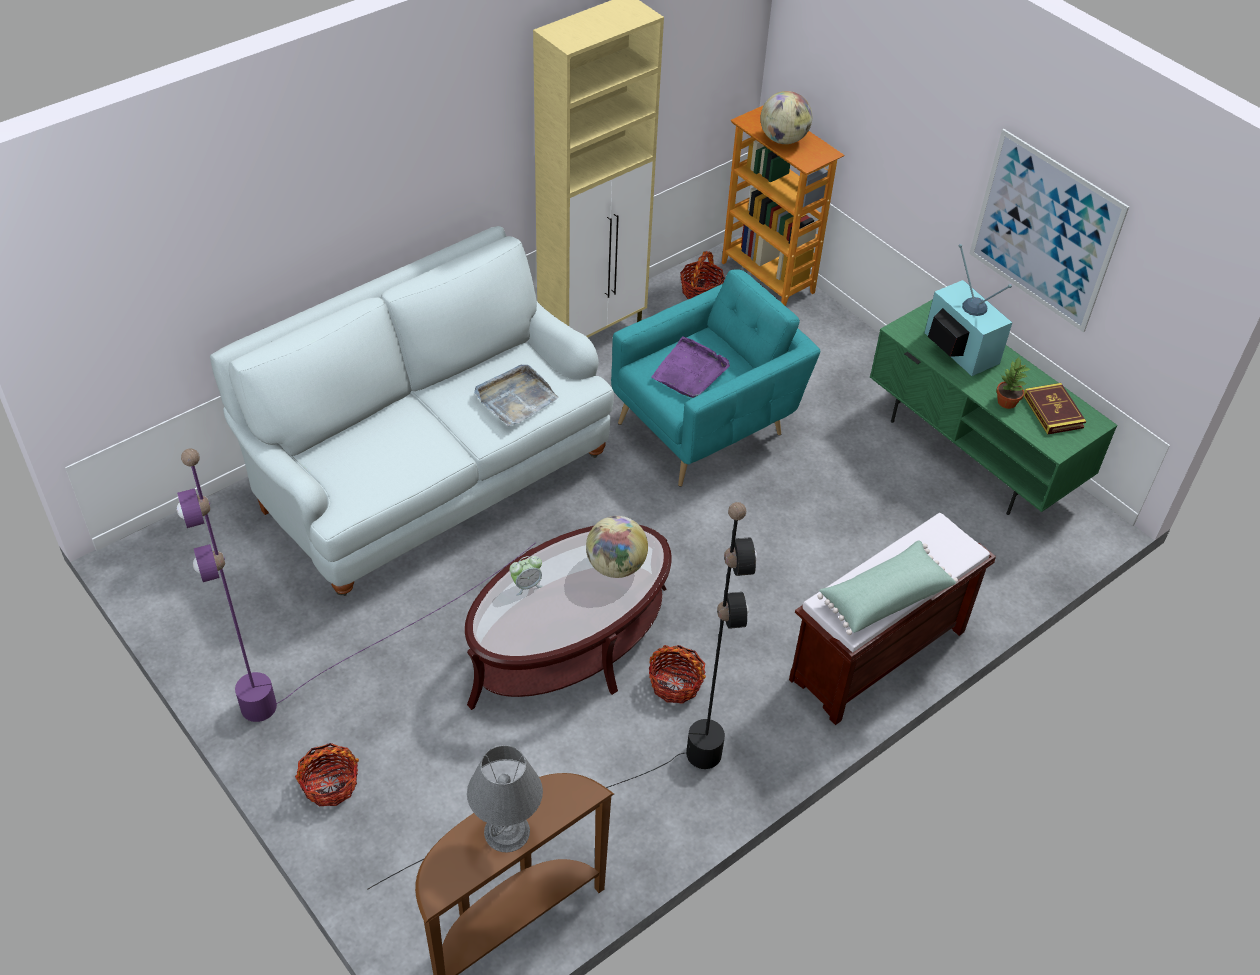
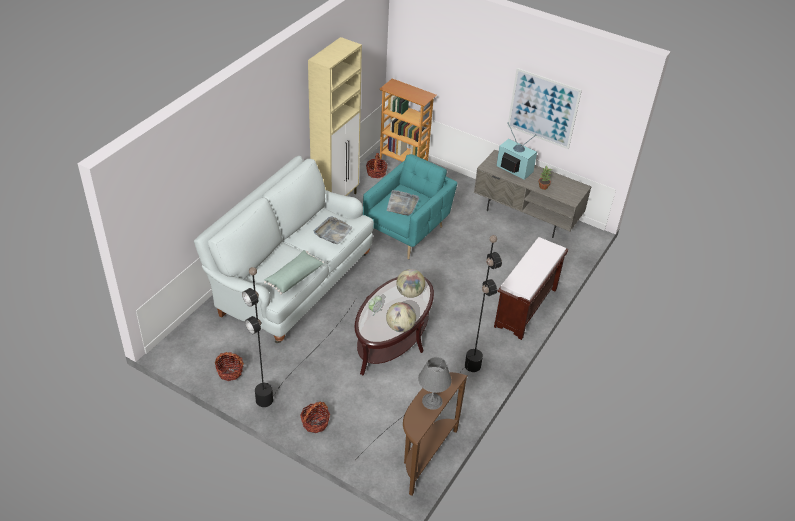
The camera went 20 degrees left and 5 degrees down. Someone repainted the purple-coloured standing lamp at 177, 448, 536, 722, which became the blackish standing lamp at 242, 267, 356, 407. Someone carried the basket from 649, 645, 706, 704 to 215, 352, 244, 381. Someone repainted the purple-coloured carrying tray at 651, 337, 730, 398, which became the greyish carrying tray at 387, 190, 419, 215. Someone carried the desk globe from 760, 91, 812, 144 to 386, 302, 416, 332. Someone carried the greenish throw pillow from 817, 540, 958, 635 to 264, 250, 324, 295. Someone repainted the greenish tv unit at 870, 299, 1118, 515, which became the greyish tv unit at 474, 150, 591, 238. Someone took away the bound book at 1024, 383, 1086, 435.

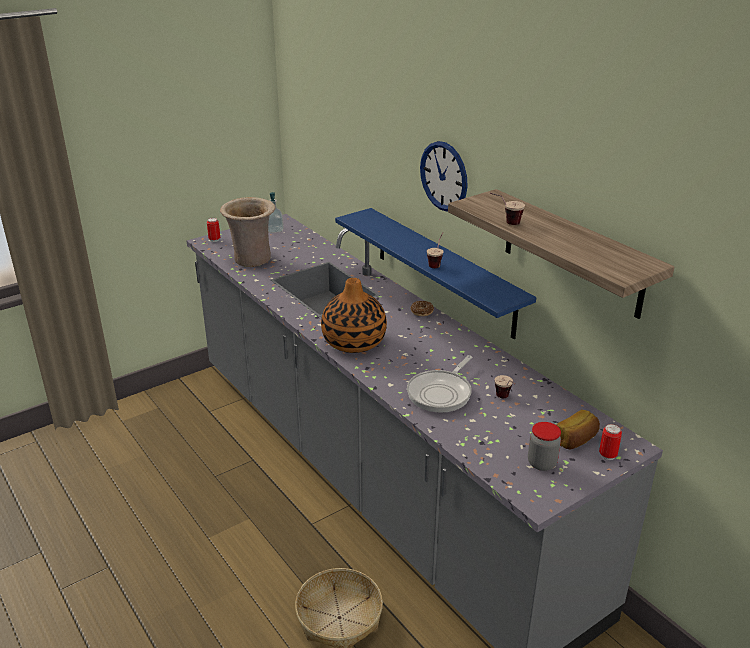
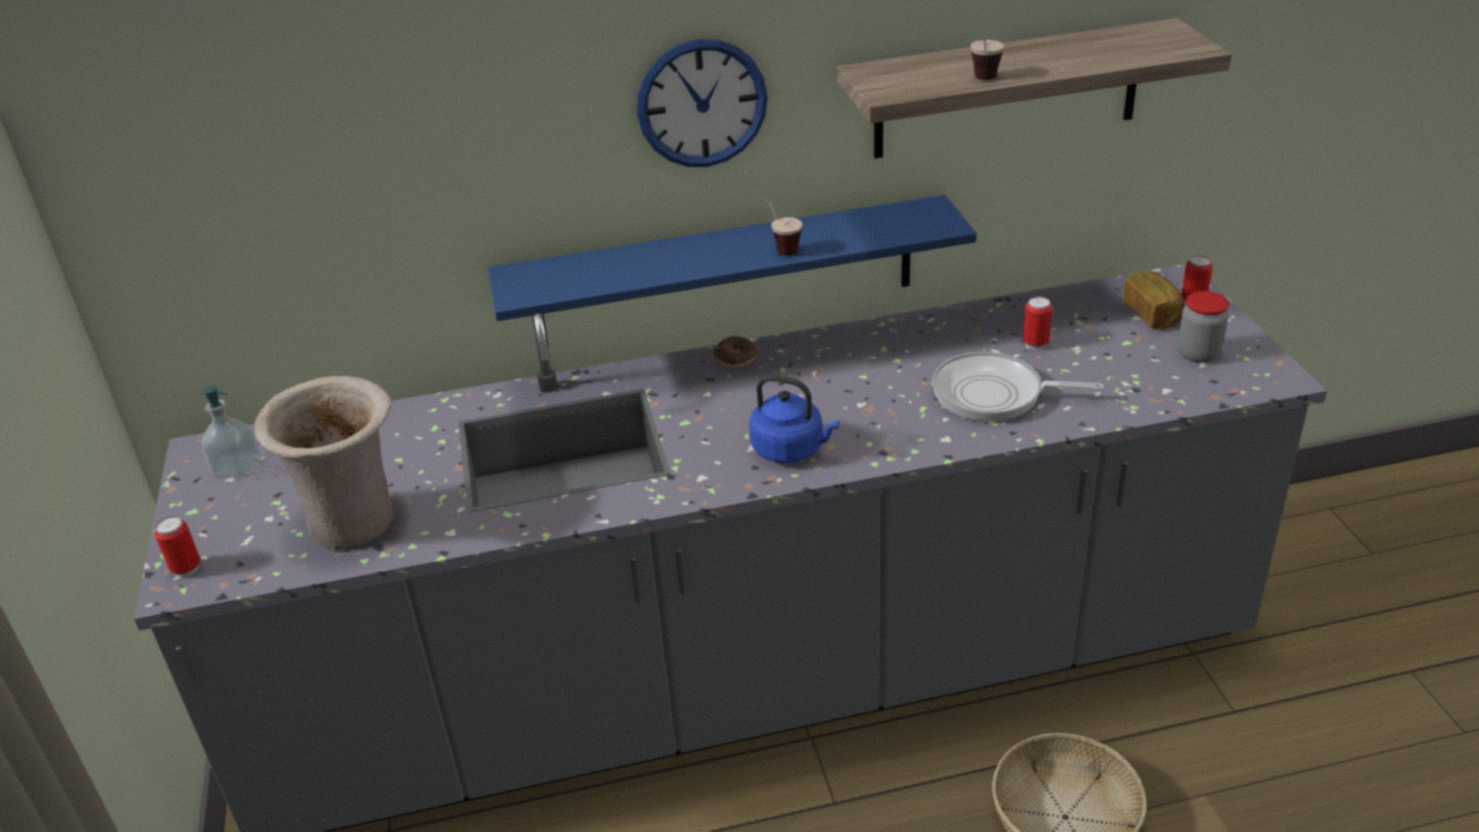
The camera went 65 degrees left and 5 degrees up. Someone swapped the flower vase at 321, 278, 387, 353 for the blue tea kettle at 749, 375, 839, 463. Someone rotated the pan at 407, 355, 472, 413 by 135 degrees clockwise. Someone swapped the drinking cup at 495, 375, 515, 398 for the metal can at 1023, 297, 1053, 349.

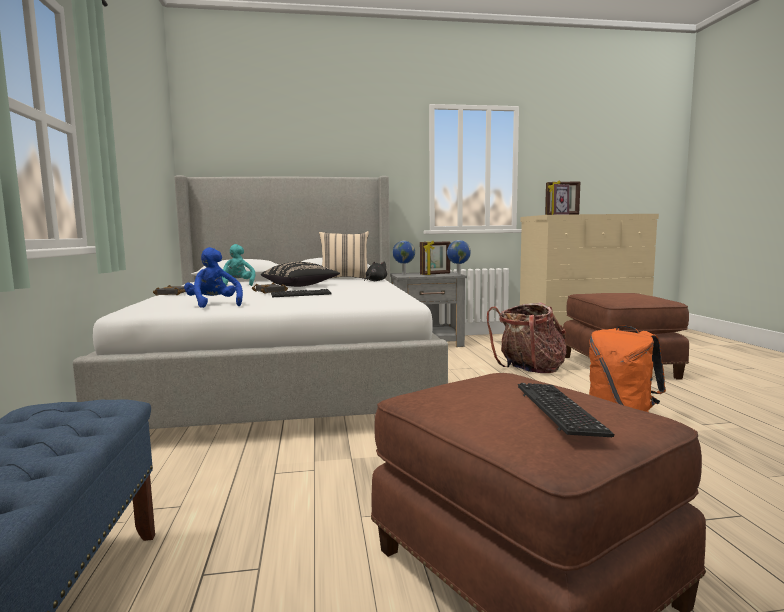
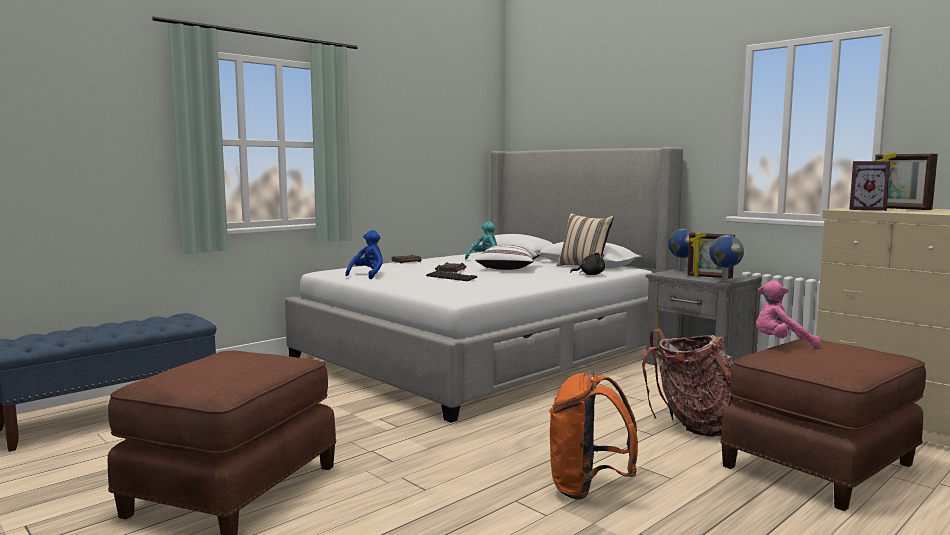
The camera went 55 degrees right and 0 degrees up. Someone repainted the blackish throw pillow at 261, 262, 340, 287, which became the white-coloured throw pillow at 475, 245, 541, 270. Someone took away the PC keyboard at 518, 383, 614, 437. Someone put down the pink-coloured plush toy at 756, 280, 821, 348.

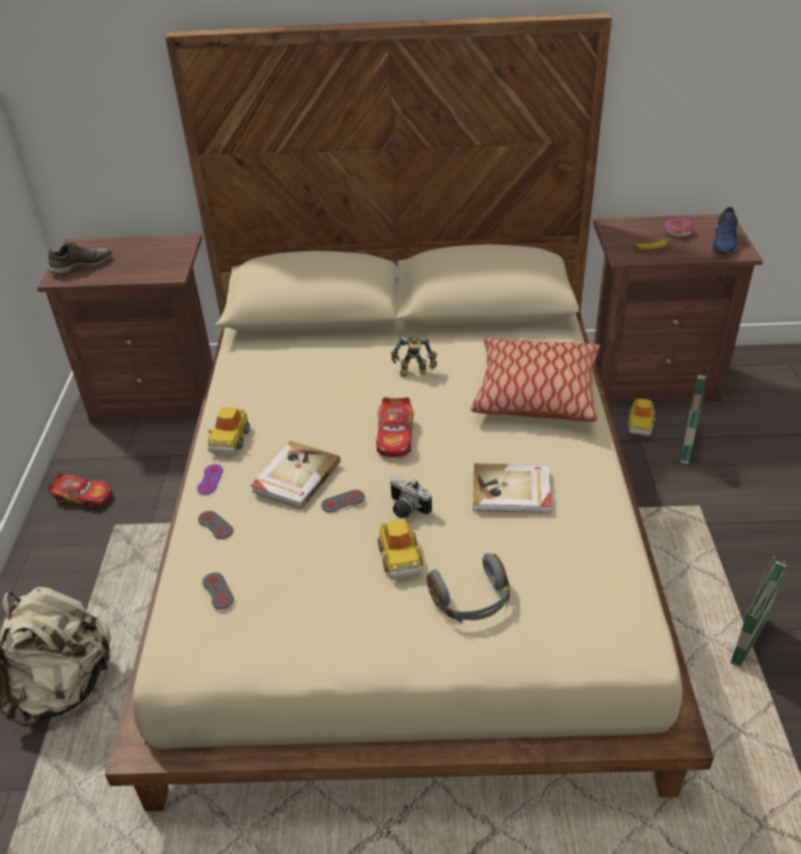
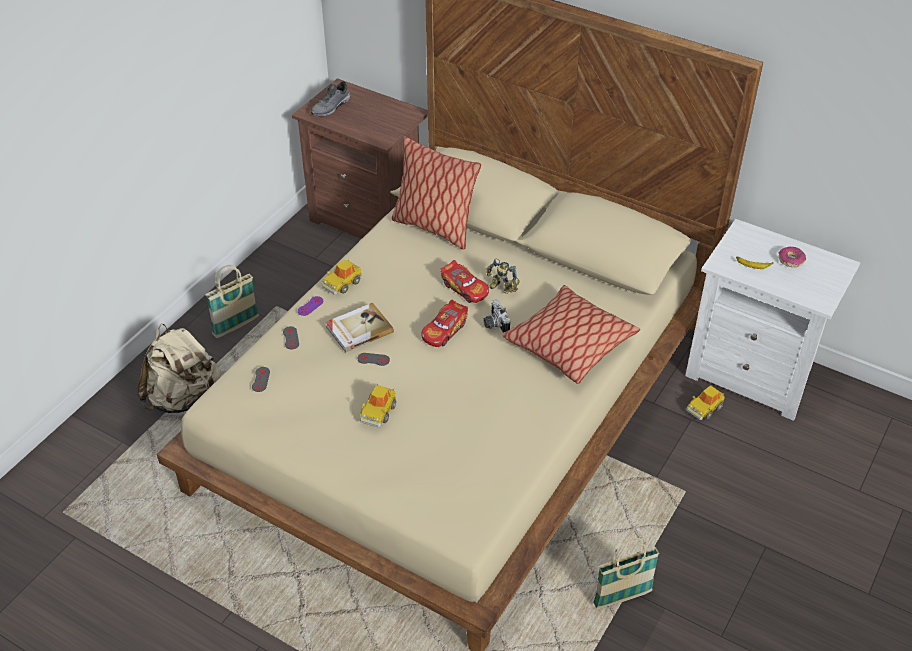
The camera went 30 degrees right and 5 degrees up. Someone carried the miniature car from 47, 473, 112, 509 to 441, 260, 489, 303. Someone rotated the greyish shoe at 48, 242, 112, 275 by 135 degrees clockwise. Someone carried the still camera from 390, 476, 432, 518 to 484, 300, 510, 333. Someone took away the greyish headphones at 427, 553, 510, 622. Someone took away the bound book at 473, 463, 551, 513. Someone repainted the brownish night table at 593, 214, 763, 405, which became the white-coloured night table at 685, 219, 860, 421. Someone carried the basket from 681, 366, 709, 465 to 205, 265, 259, 338. Someone took away the blue shoe at 712, 207, 738, 254. Someone put down the throw pillow at 391, 136, 481, 250.

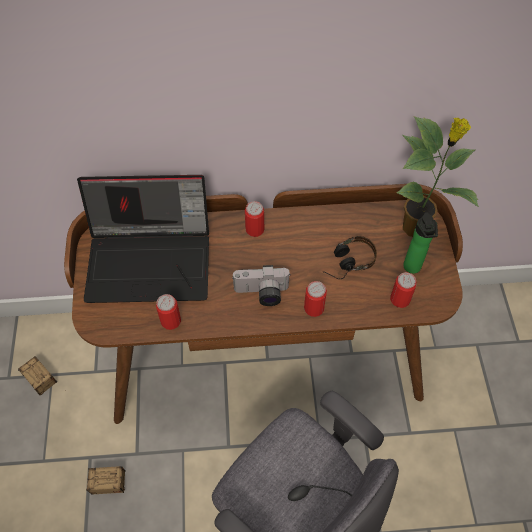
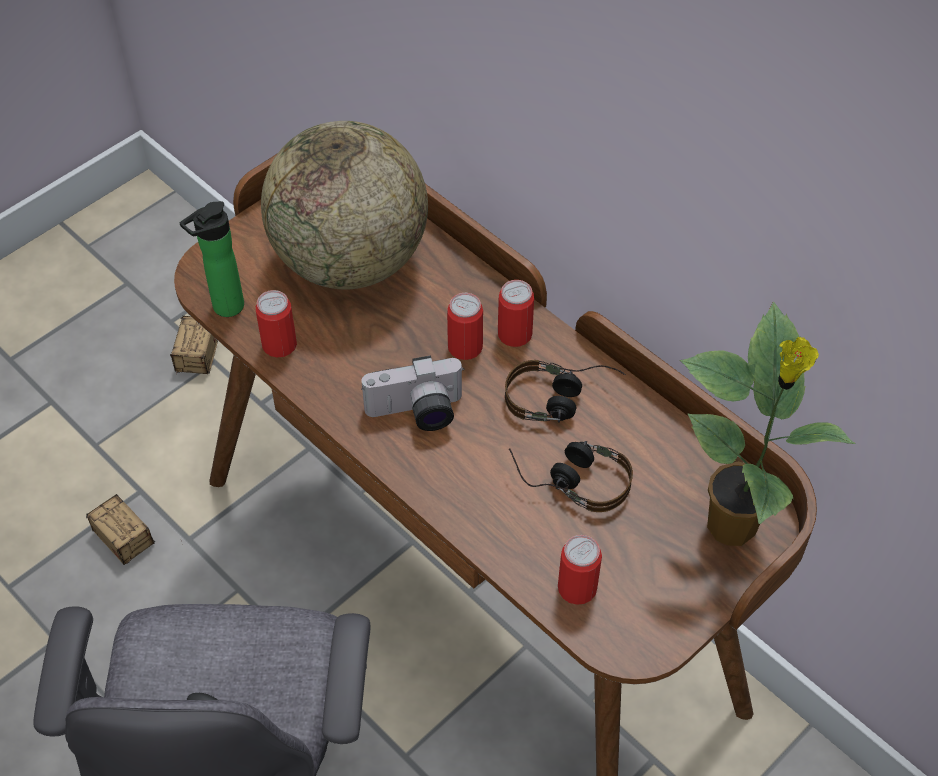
The camera went 50 degrees right and 5 degrees down. Someone swapped the portable computer at 77, 175, 209, 303 for the desk globe at 261, 121, 428, 290. Someone rotated the still camera at 232, 265, 291, 306 by 60 degrees counterclockwise. Someone carried the metal can from 304, 281, 327, 317 to 447, 293, 483, 360. Someone carried the bottle from 403, 212, 438, 274 to 180, 201, 244, 317. Someone put down the headphones at 505, 360, 626, 422.

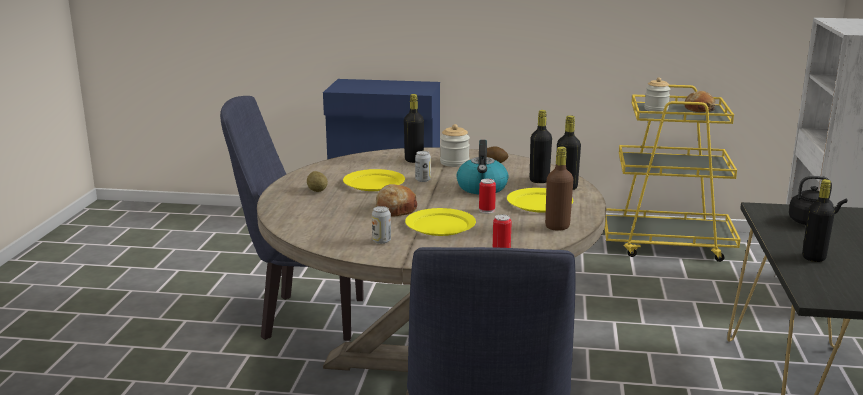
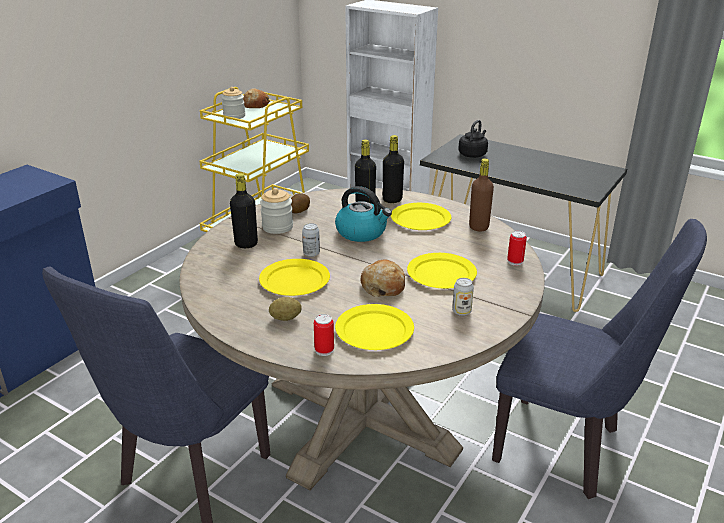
The camera went 65 degrees left and 10 degrees up. Someone carried the metal can from 479, 179, 496, 213 to 314, 314, 334, 356. Someone took away the blackish bottle at 802, 179, 835, 262. Someone put down the yellowish plate at 335, 304, 414, 350.

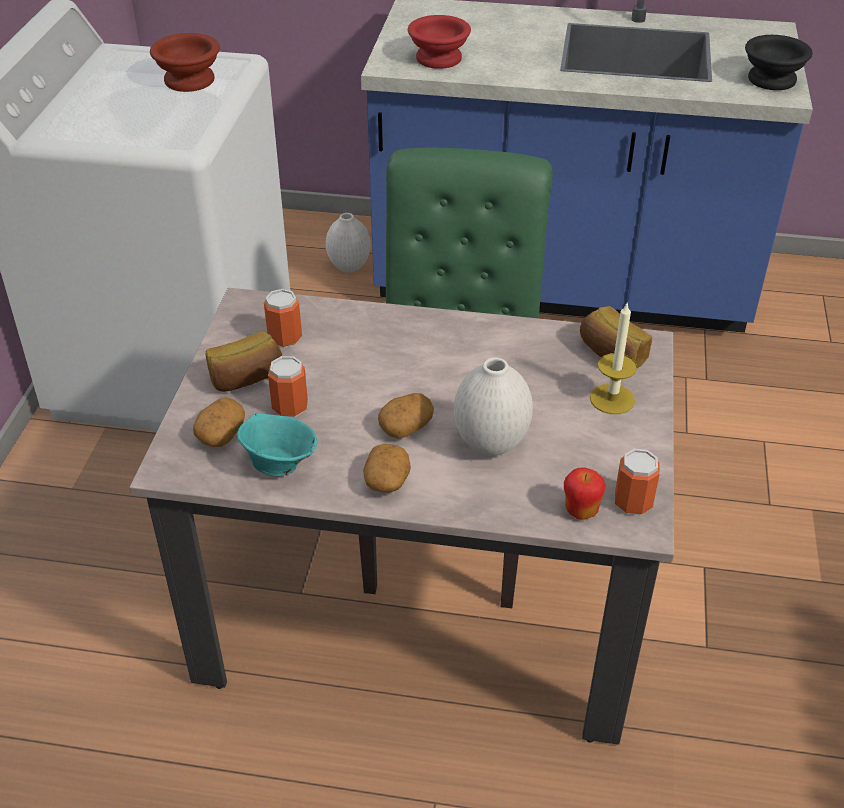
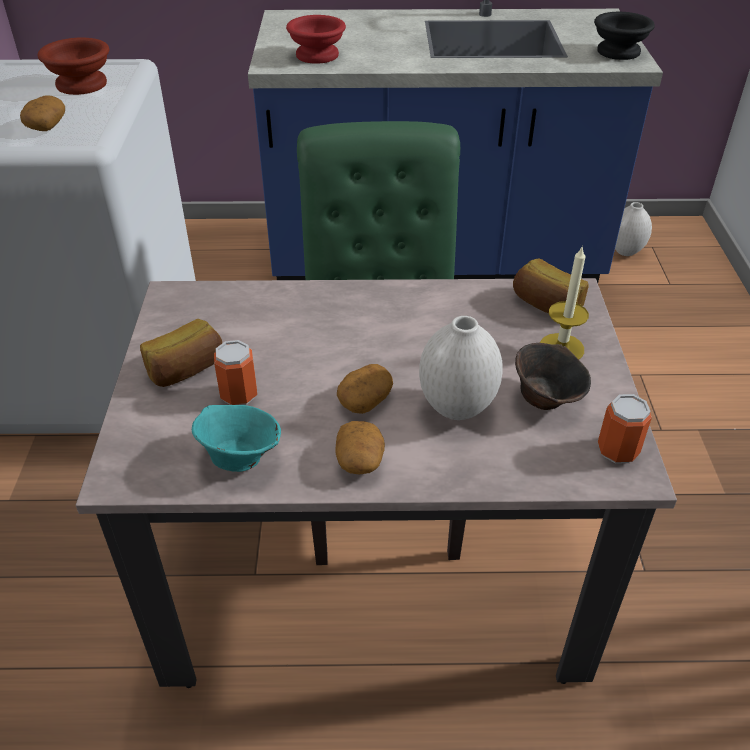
The camera went 10 degrees left and 0 degrees up. Someone carried the potato from 193, 397, 245, 447 to 20, 95, 65, 131. Someone took away the metal can at 264, 289, 302, 348. Someone carried the white-coloured flower vase from 326, 213, 370, 273 to 615, 202, 652, 256. Someone took away the apple at 564, 468, 606, 520. Someone put down the brownish serving bowl at 515, 343, 591, 410.

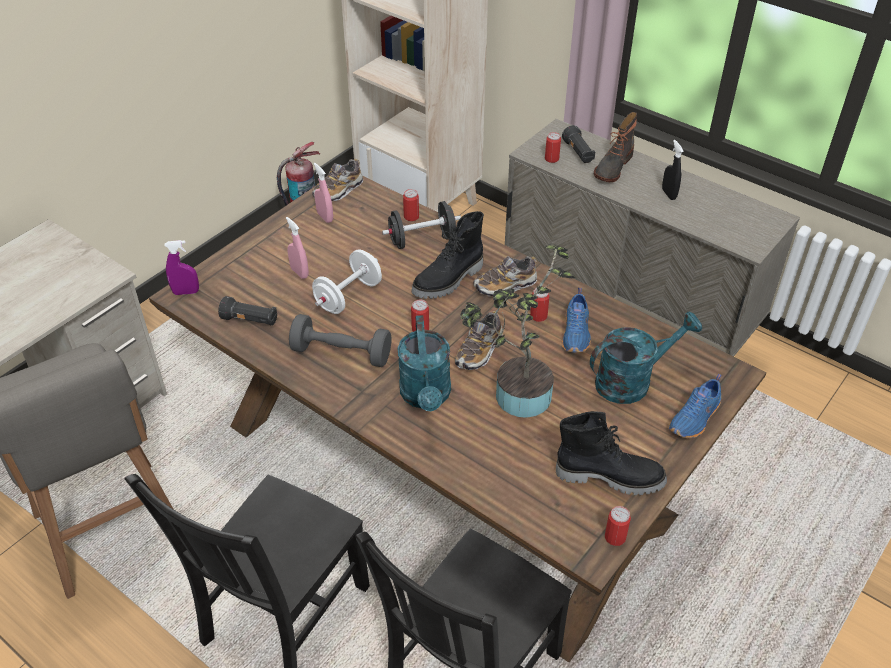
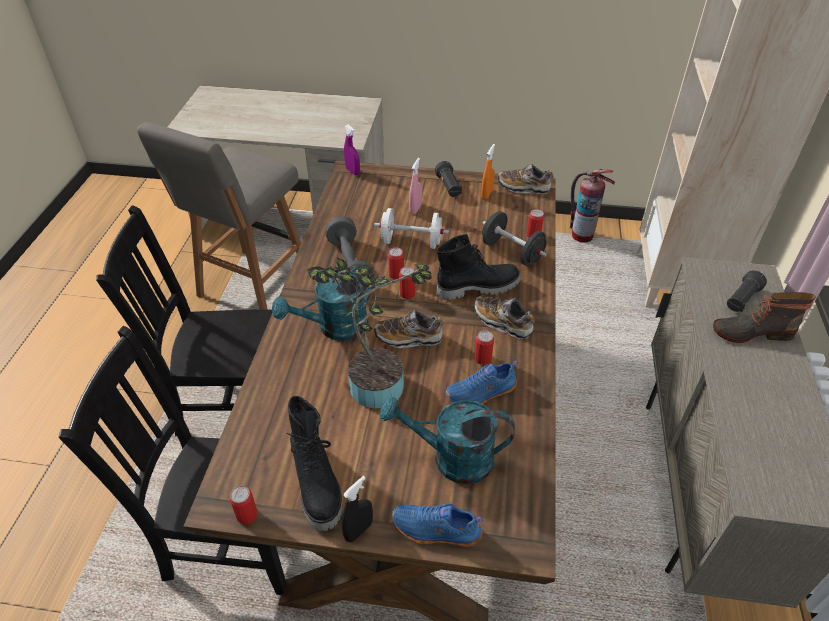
The camera went 60 degrees right and 0 degrees up. Someone carried the blackish flashlight from 218, 296, 277, 326 to 435, 161, 462, 197. Someone repainted the pink-coloured sprayer at 314, 163, 333, 223, which became the orangey sprayer at 481, 144, 495, 199. Someone rotated the blackish high-top boot at 411, 211, 484, 299 by 150 degrees clockwise. Someone carried the metal can from 545, 132, 561, 163 to 388, 247, 404, 279. Someone rotated the blue-green watering can at 590, 312, 702, 404 by 150 degrees clockwise. Someone carried the blackish sprayer from 662, 140, 684, 200 to 341, 476, 373, 542.

